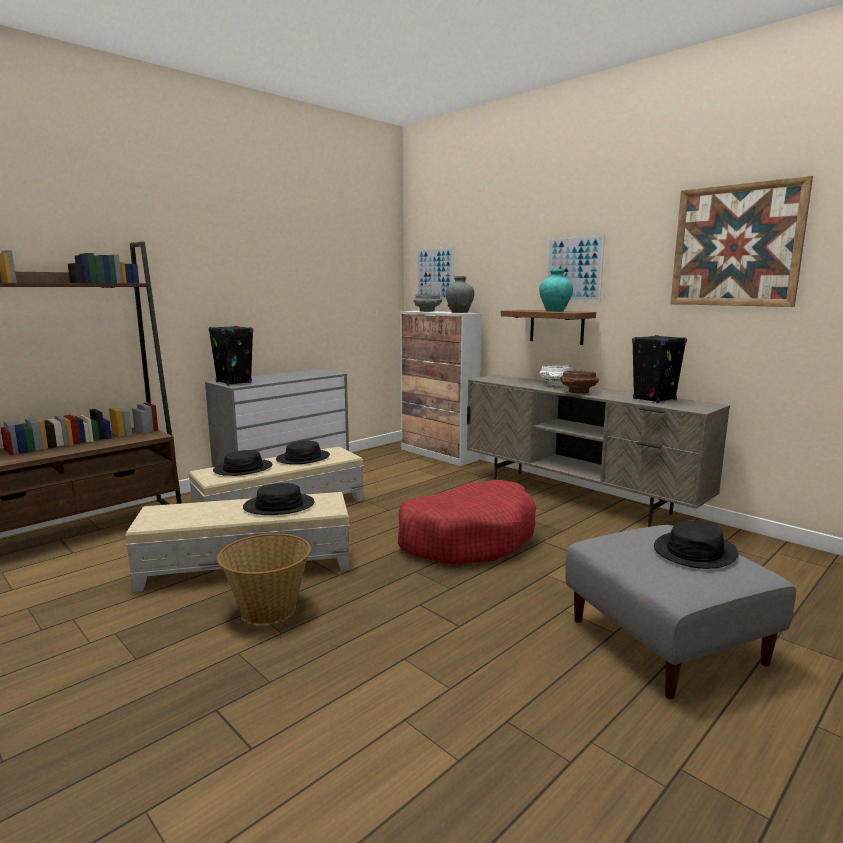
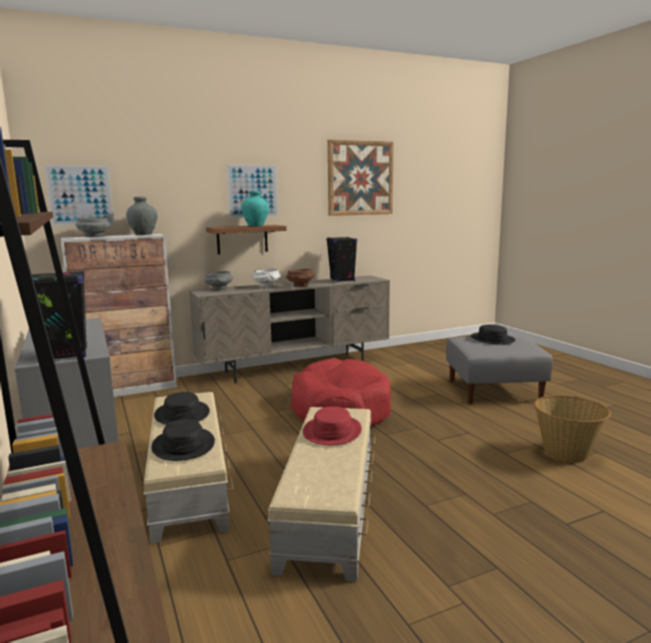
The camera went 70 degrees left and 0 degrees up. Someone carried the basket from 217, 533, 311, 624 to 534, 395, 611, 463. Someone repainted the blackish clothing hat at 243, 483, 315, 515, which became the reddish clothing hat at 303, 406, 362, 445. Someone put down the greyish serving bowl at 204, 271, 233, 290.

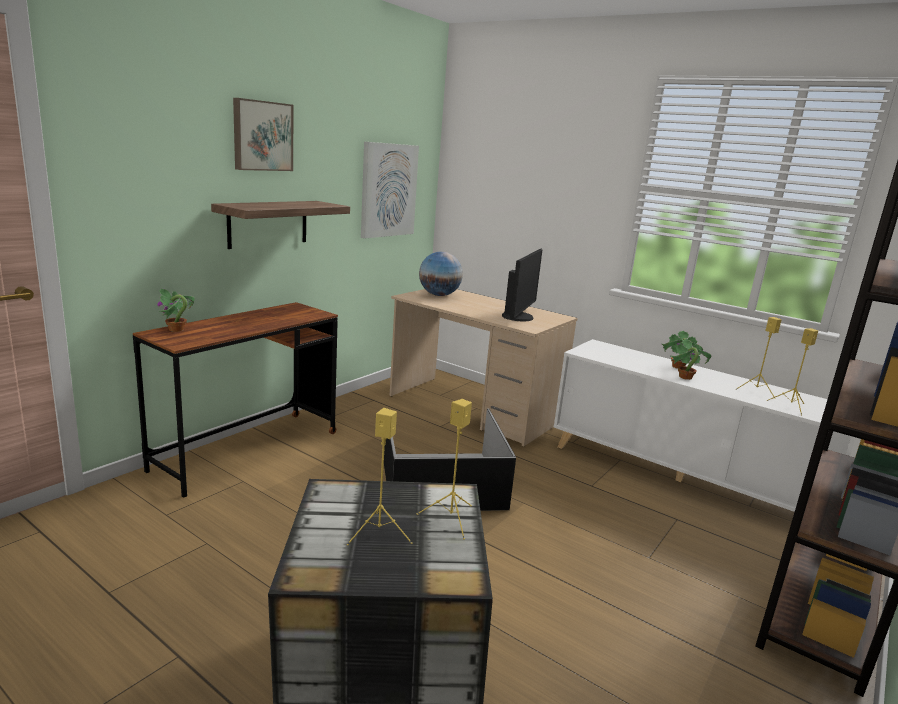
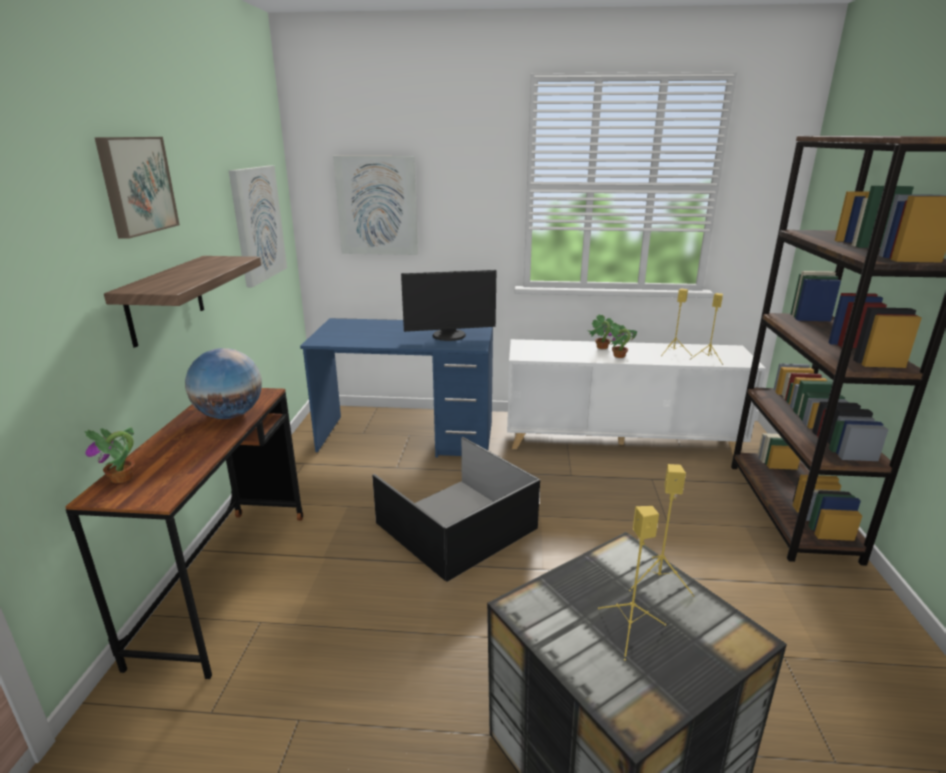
The camera went 30 degrees left and 5 degrees up. Someone repainted the beige desk at 390, 289, 578, 447, which became the blue desk at 300, 318, 493, 457. Someone carried the desk globe from 419, 252, 463, 296 to 185, 348, 262, 419. Someone rotated the computer screen at 502, 249, 542, 321 by 90 degrees clockwise. Someone put up the picture at 333, 156, 418, 255.

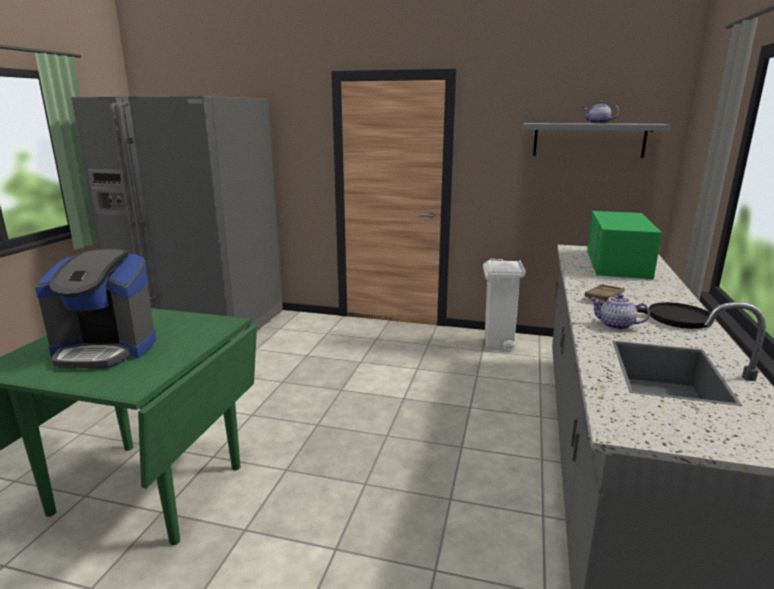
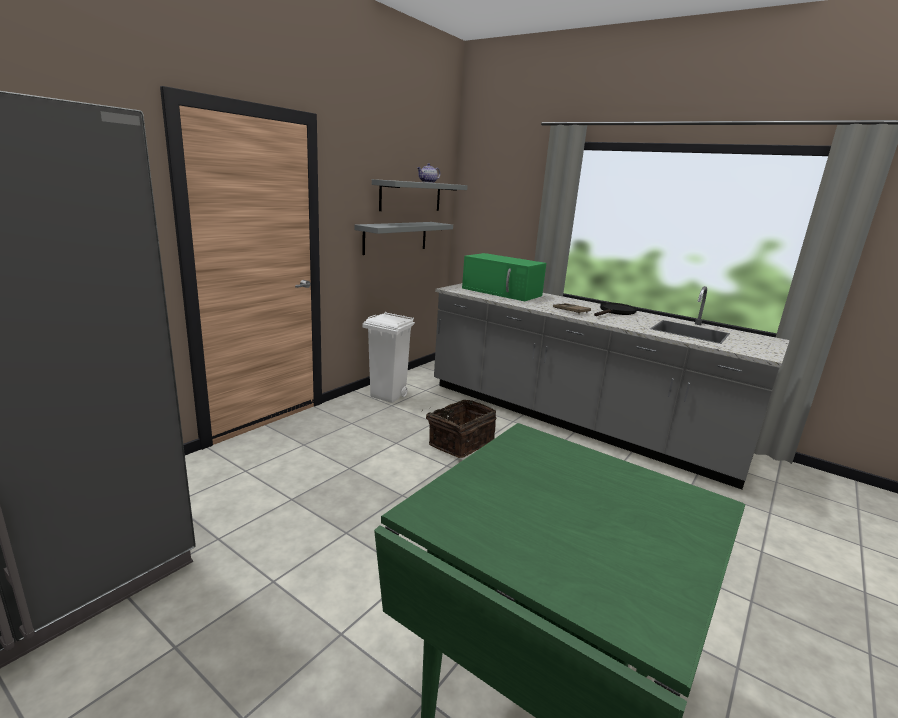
The camera went 70 degrees left and 0 degrees up. Someone took away the coffee brewer at 35, 248, 157, 368. Someone took away the pot for tea at 589, 294, 650, 330. Someone put up the greyish bracket shelf at 354, 222, 453, 255. Someone put down the basket at 421, 400, 496, 458.

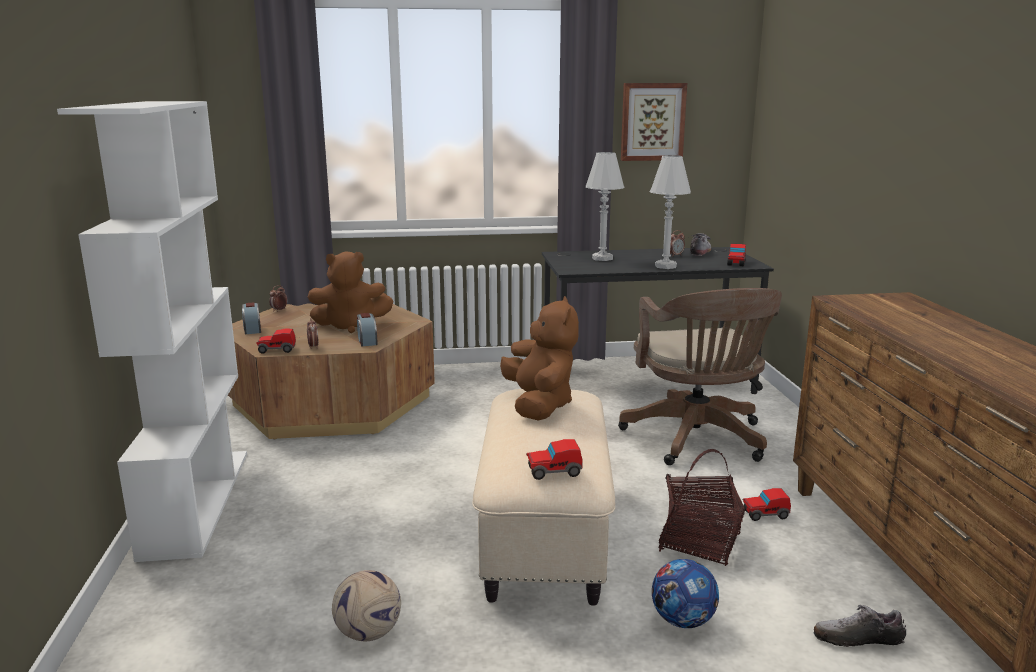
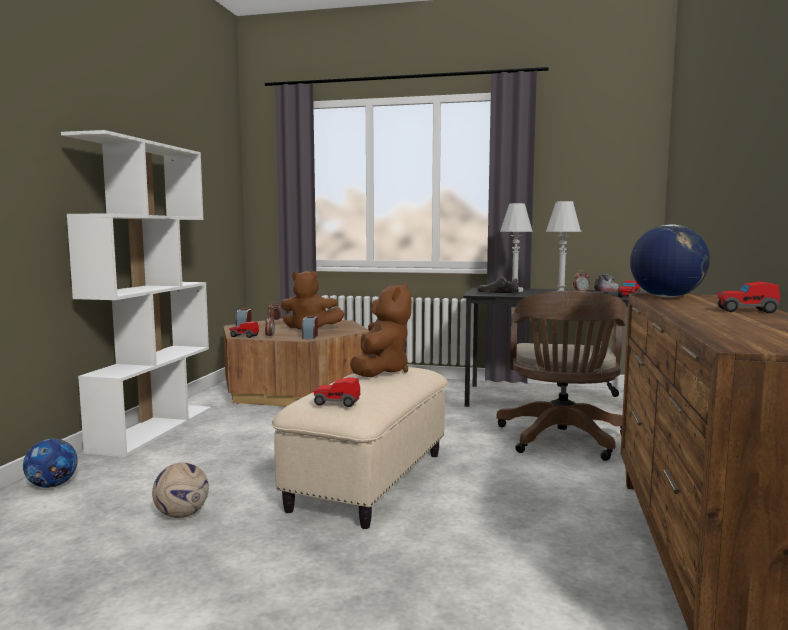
The camera went 20 degrees right and 10 degrees down. Someone took away the picture at 621, 83, 687, 161. Someone carried the football ball from 652, 559, 719, 628 to 23, 439, 78, 488. Someone took away the basket at 658, 449, 745, 566. Someone carried the miniature car from 742, 488, 791, 521 to 716, 282, 780, 313. Someone carried the shoe from 814, 605, 906, 647 to 477, 276, 519, 294. Someone put down the desk globe at 630, 224, 710, 298.

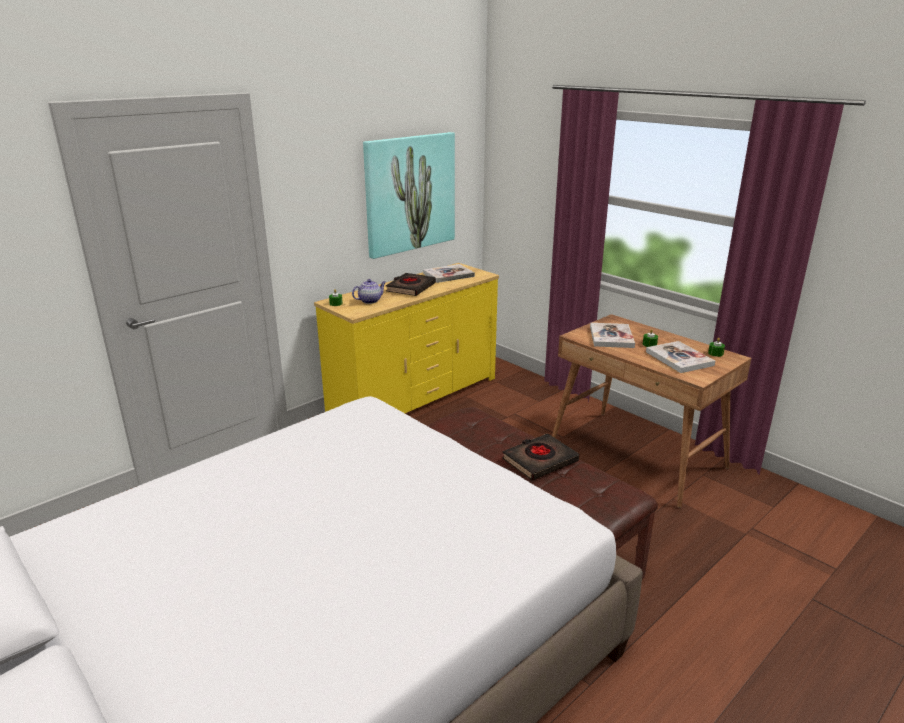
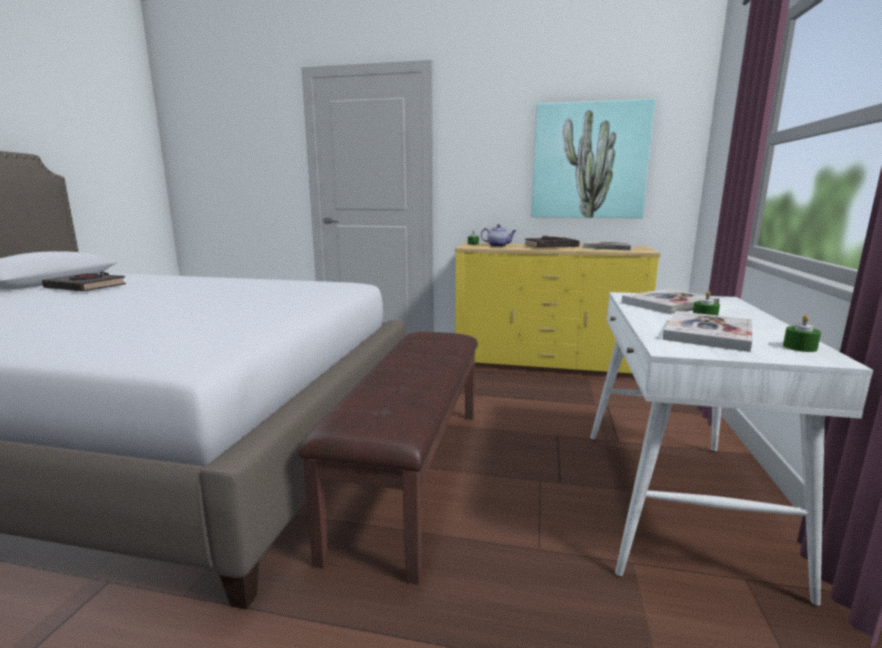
The camera went 55 degrees right and 10 degrees down. Someone carried the blackish bound book from 502, 433, 579, 480 to 42, 272, 126, 292. Someone repainted the brownish desk at 552, 314, 751, 508, which became the white-coloured desk at 590, 292, 873, 606.

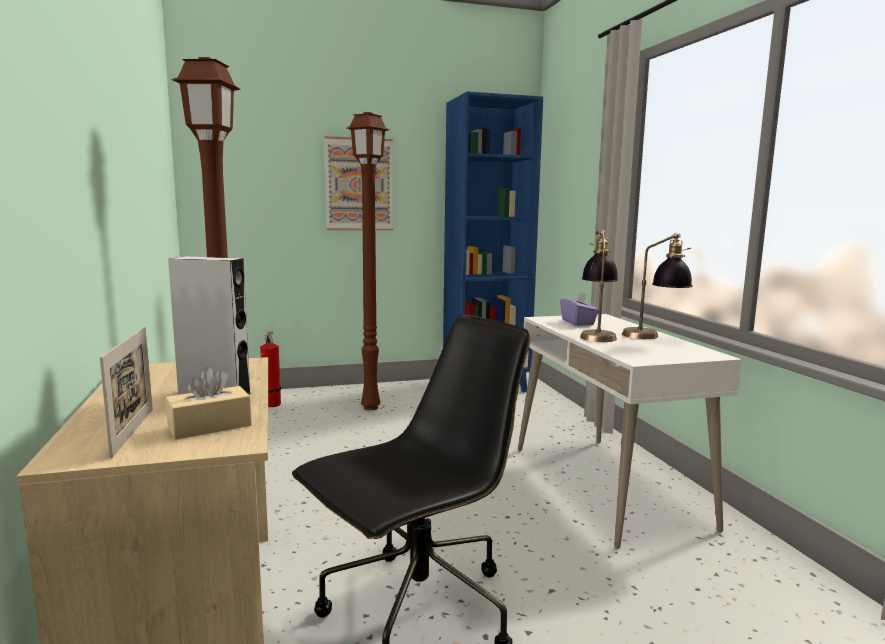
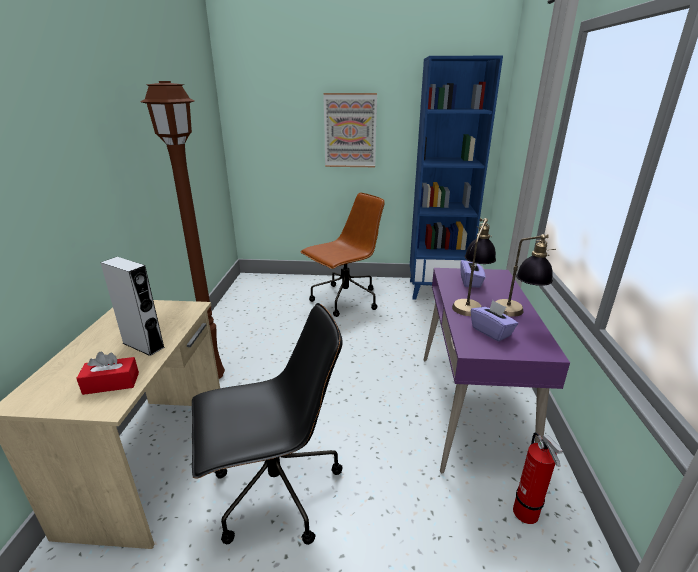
The camera went 20 degrees right and 15 degrees up. Someone took away the picture frame at 100, 327, 153, 459. Someone repainted the beige box of tissues at 166, 367, 252, 440, which became the reddish box of tissues at 76, 351, 139, 395. Someone carried the fire-fighting cylinder from 260, 331, 281, 407 to 513, 432, 563, 524. Someone swapped the brownish standing lamp at 347, 112, 389, 410 for the brownish office chair at 300, 193, 385, 317. Someone repainted the white-coloured desk at 518, 314, 742, 549, which became the purple-coloured desk at 424, 268, 570, 473. Someone put down the purple-coloured box of tissues at 471, 300, 518, 341.

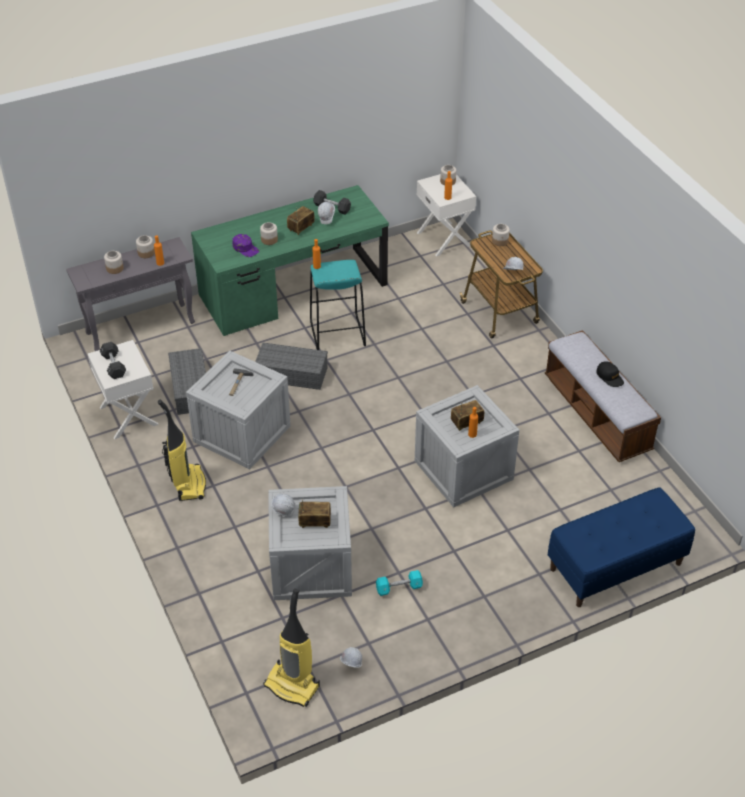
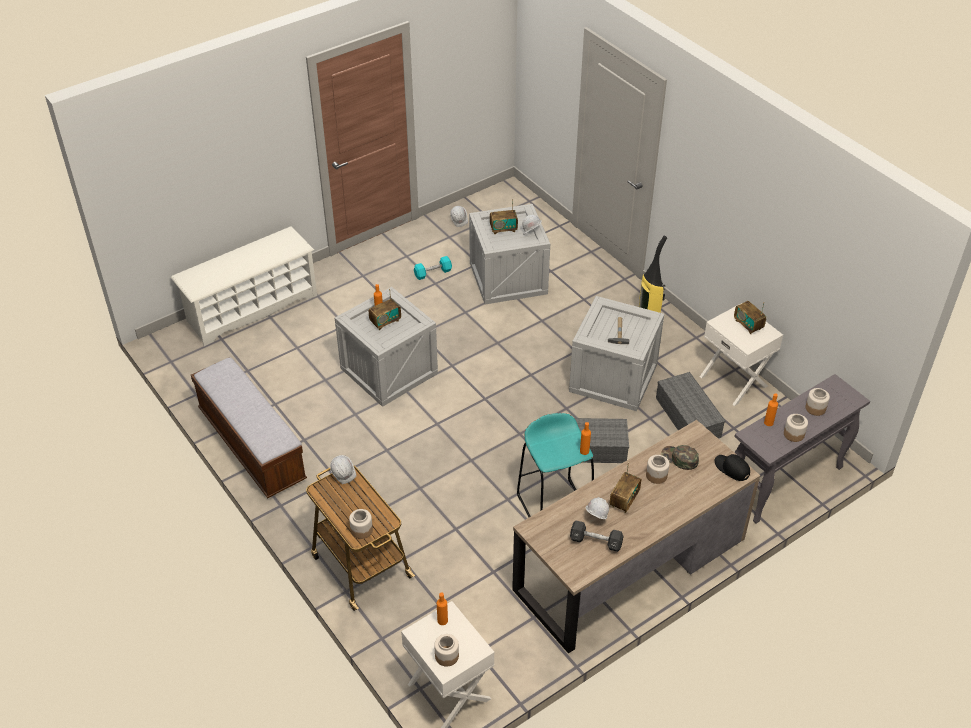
The camera went 170 degrees right and 0 degrees up. Someone swapped the blackish free weight at 100, 342, 126, 379 for the radio set at 734, 301, 766, 334. Someone repainted the greenish desk at 191, 185, 389, 336, which became the brownish desk at 512, 420, 760, 654. Someone repainted the purple-coloured baseball cap at 233, 234, 259, 257, which became the greenish baseball cap at 661, 445, 699, 470. Someone took away the hoover at 263, 588, 320, 707. Someone swapped the blue bench at 548, 487, 695, 607 for the white-coloured shoe stand at 171, 226, 317, 346. Someone carried the blackish baseball cap from 596, 361, 624, 387 to 715, 454, 750, 481.

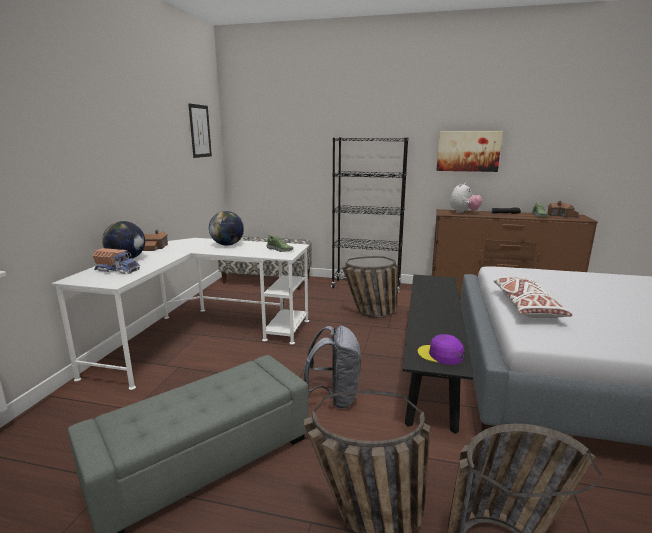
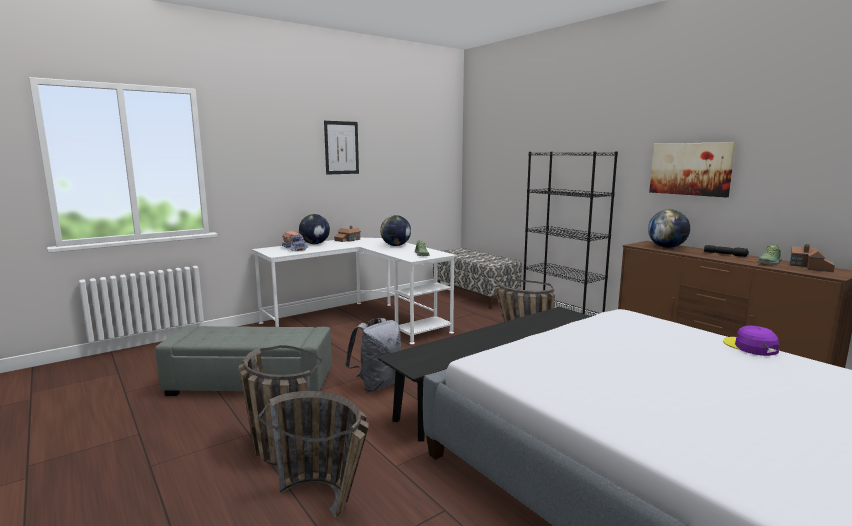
The camera went 40 degrees right and 5 degrees down. Someone carried the picture from 188, 103, 212, 158 to 324, 121, 359, 175. Someone carried the purple-coloured baseball cap from 418, 334, 464, 365 to 723, 326, 779, 356. Someone swapped the plush toy at 450, 183, 482, 213 for the desk globe at 648, 209, 690, 248. Someone took away the white-coloured throw pillow at 494, 277, 572, 318.

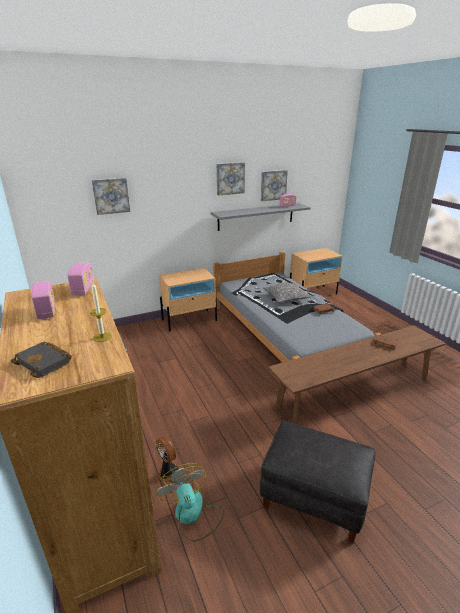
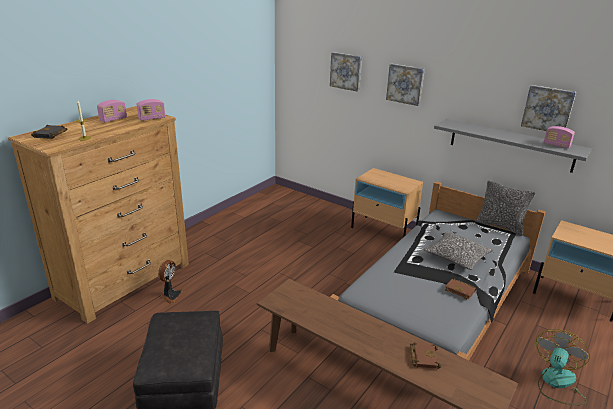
The camera went 60 degrees right and 0 degrees up. Someone carried the electric fan from 156, 463, 224, 542 to 536, 329, 590, 405. Someone carried the picture from 216, 162, 245, 196 to 386, 64, 425, 106. Someone put down the throw pillow at 476, 180, 535, 236.

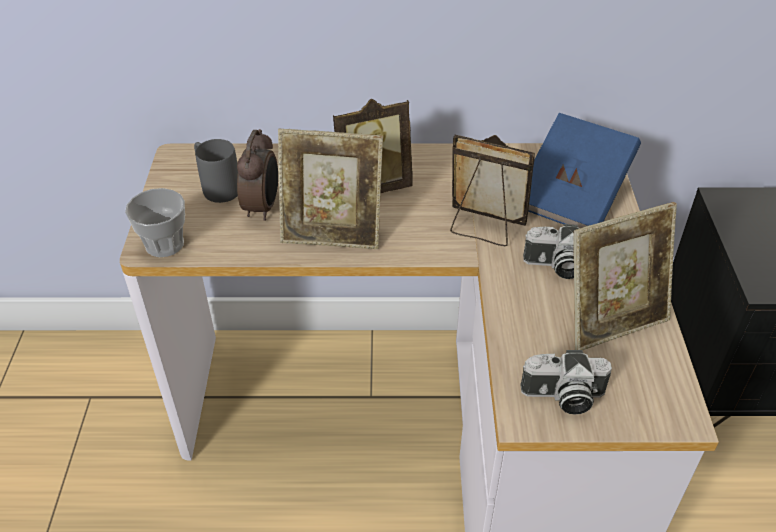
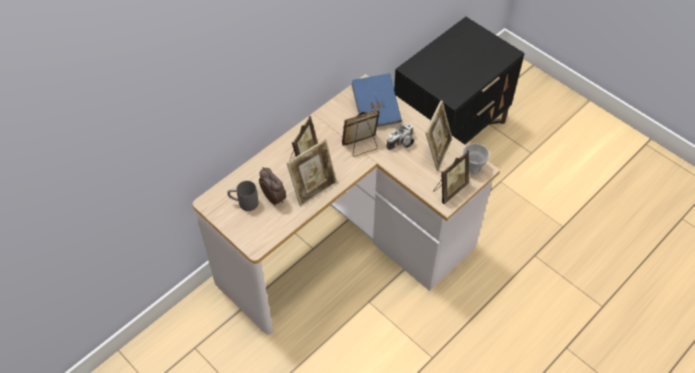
The camera went 45 degrees left and 10 degrees up. Someone carried the drinking cup from 125, 188, 185, 257 to 463, 143, 489, 175. Someone swapped the still camera at 520, 350, 612, 415 for the picture frame at 433, 150, 469, 204.

